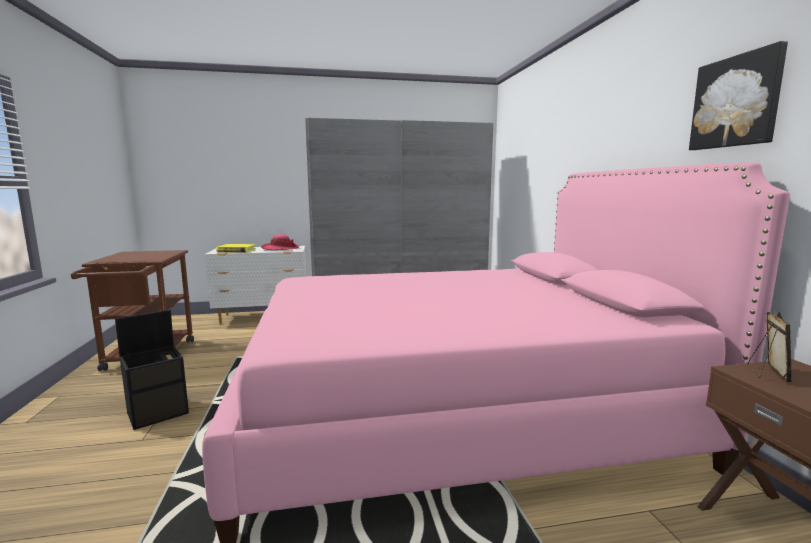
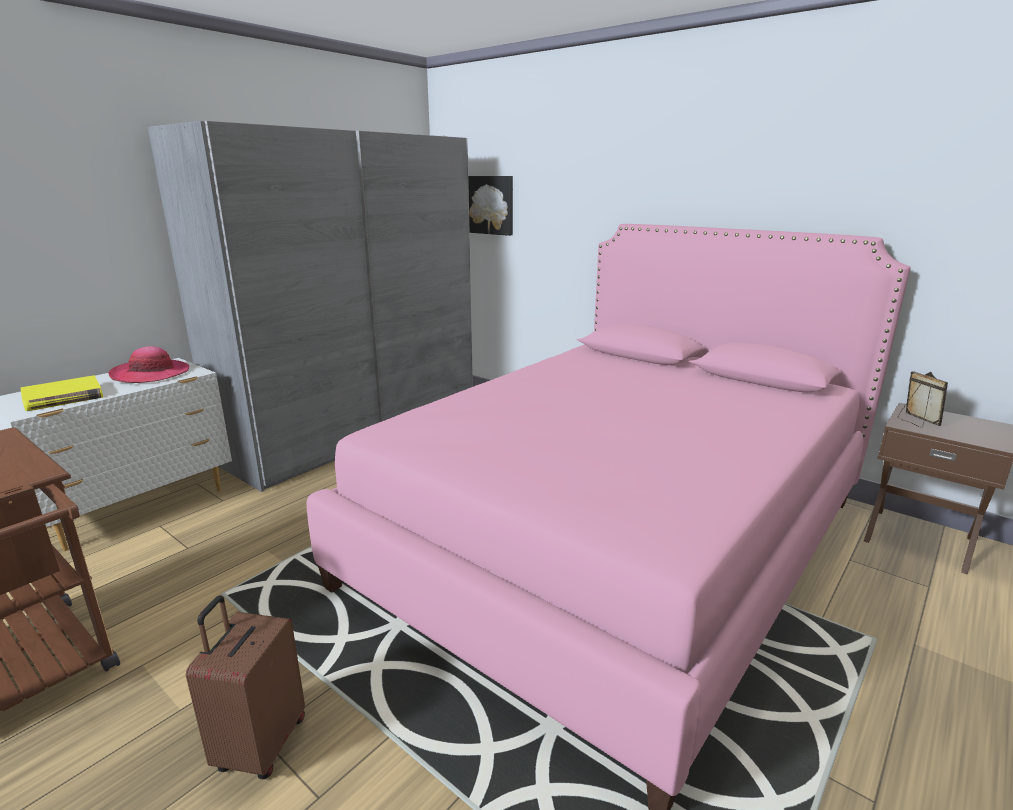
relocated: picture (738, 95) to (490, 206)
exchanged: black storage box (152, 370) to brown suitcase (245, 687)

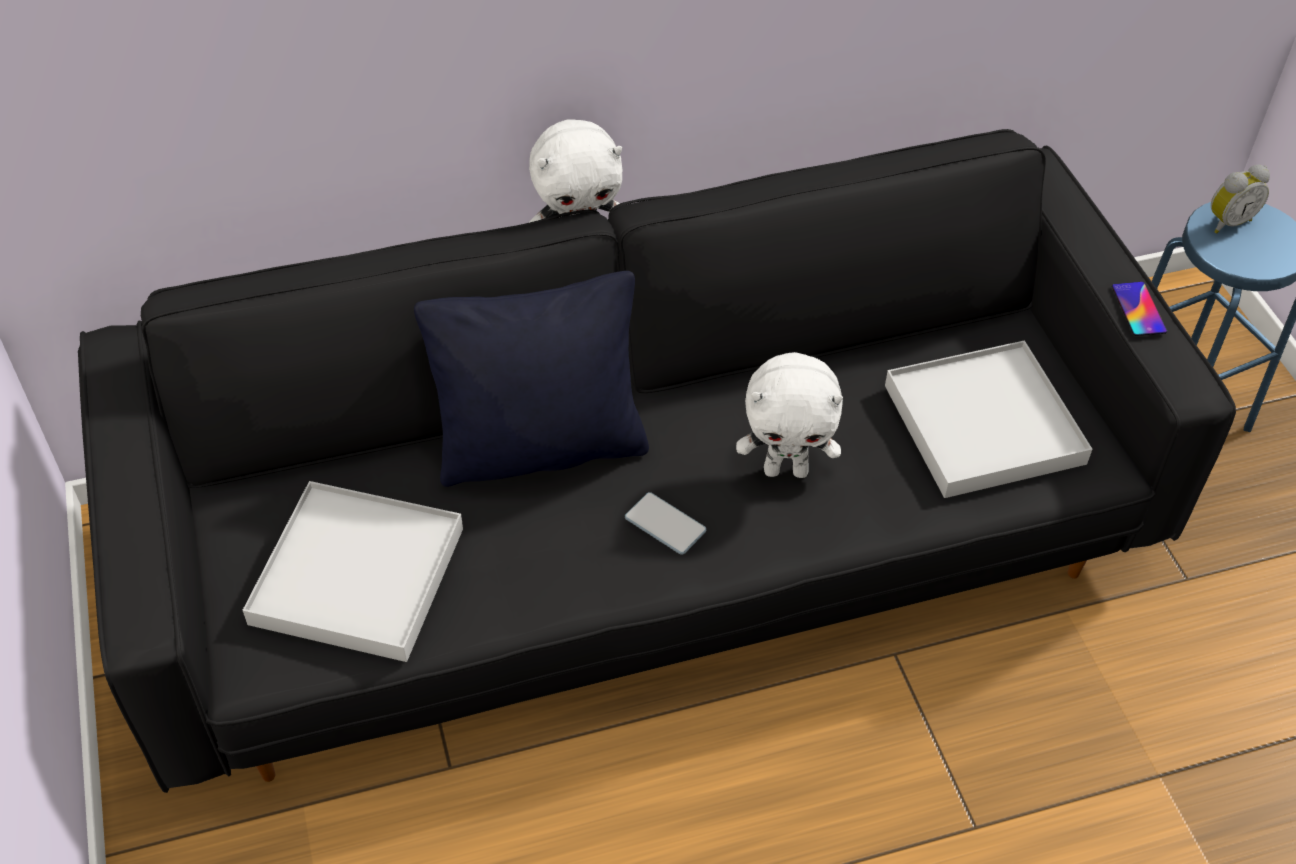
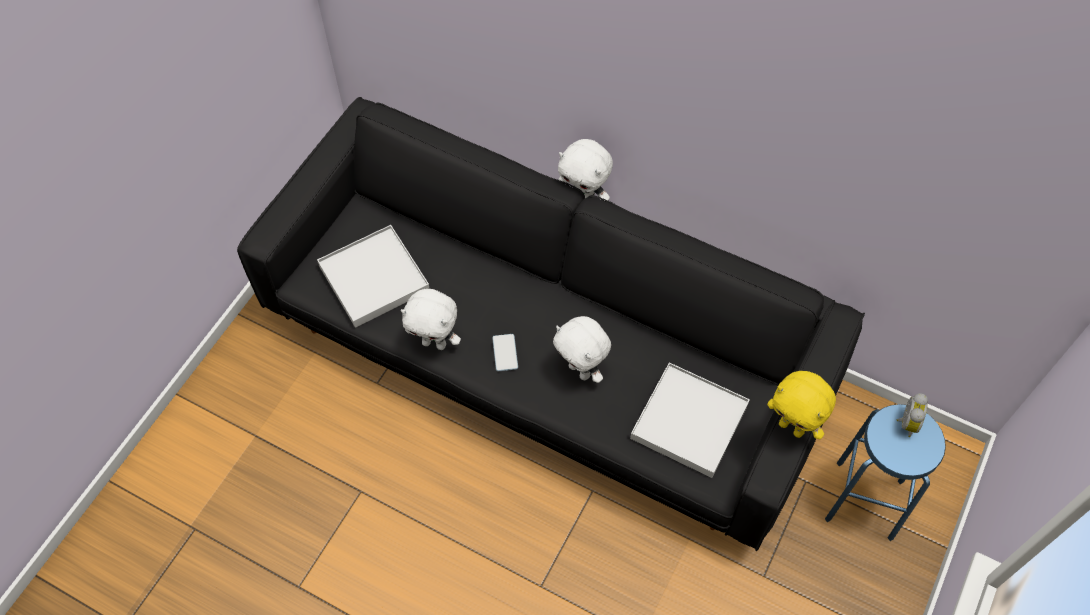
missing: black pillow (531, 379)
appeared: white plush toy (431, 319)
exchanged: phone (1139, 309) to yellow plush toy (801, 405)
spun: alarm clock (1240, 199) = (912, 415) 90 degrees counterclockwise

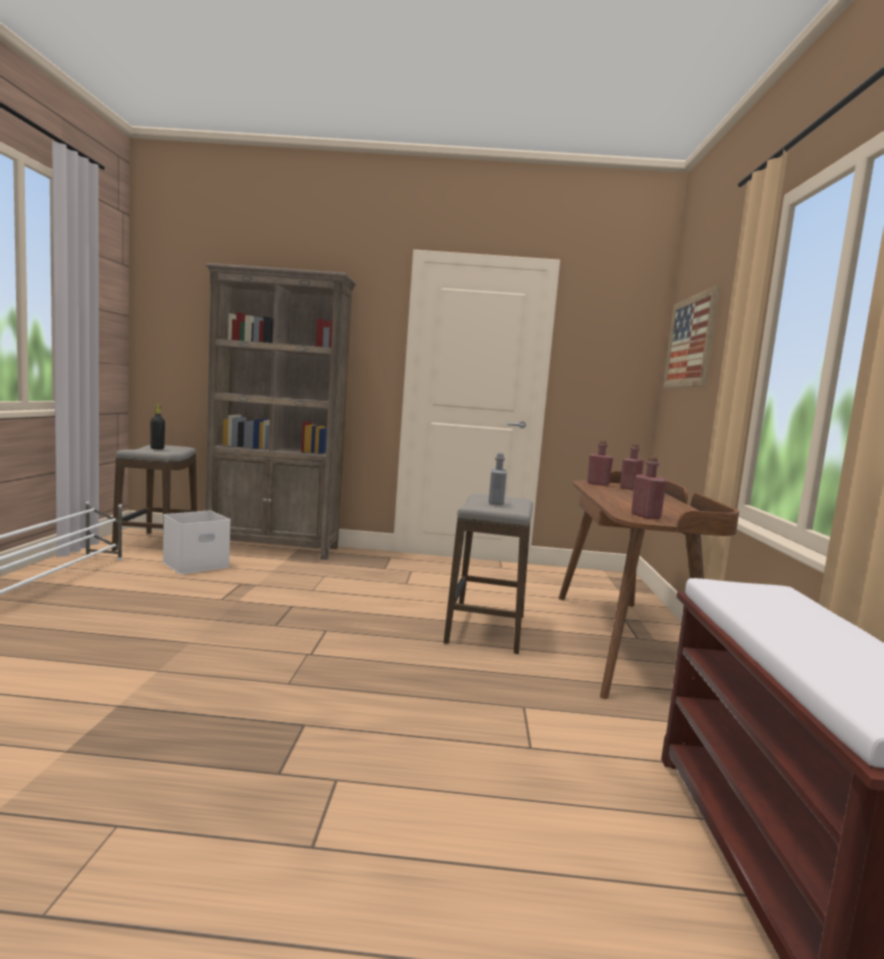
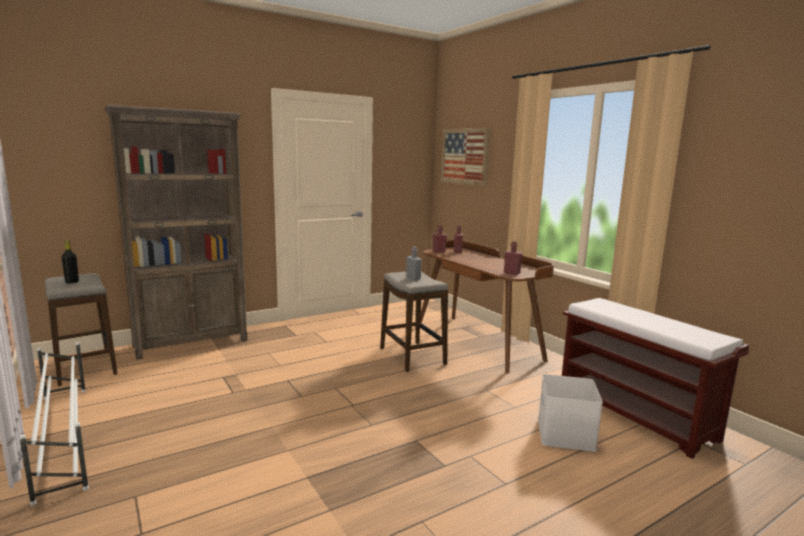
relocated: white storage box (197, 543) to (570, 413)

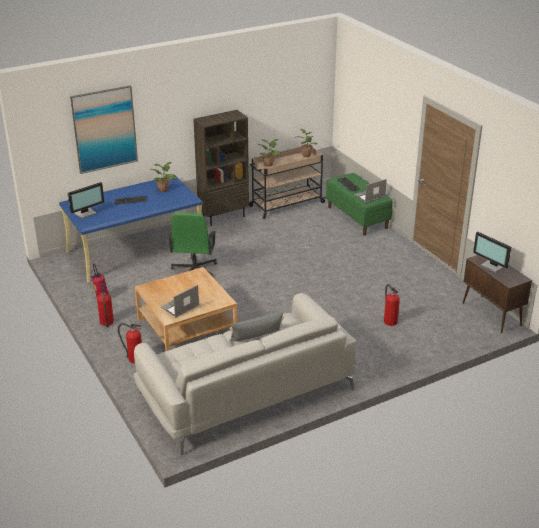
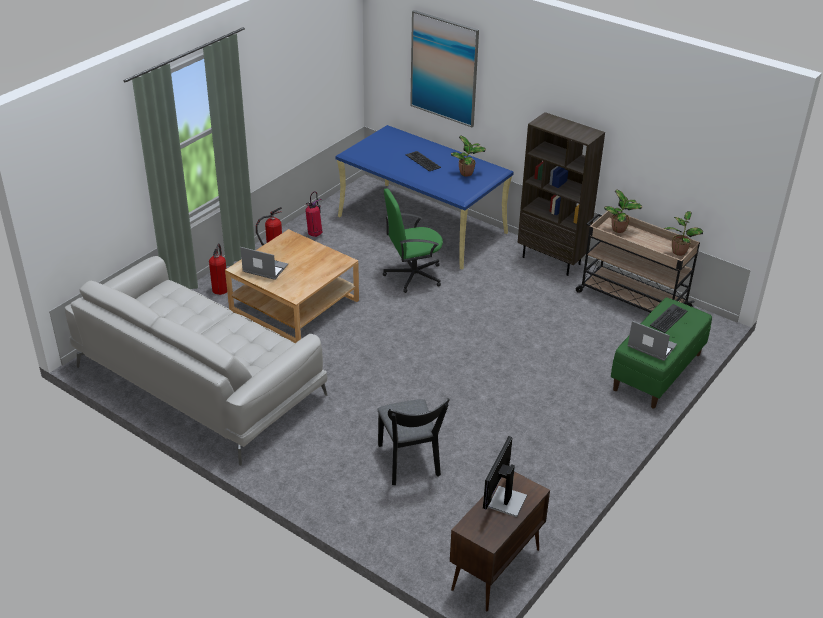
missing: monitor (86, 200); grey pillow (256, 327)
exchanged: fire extinguisher (392, 305) to black chair (413, 441)

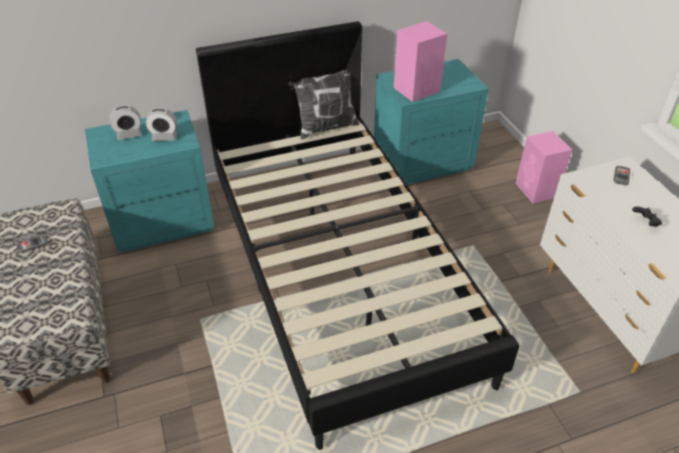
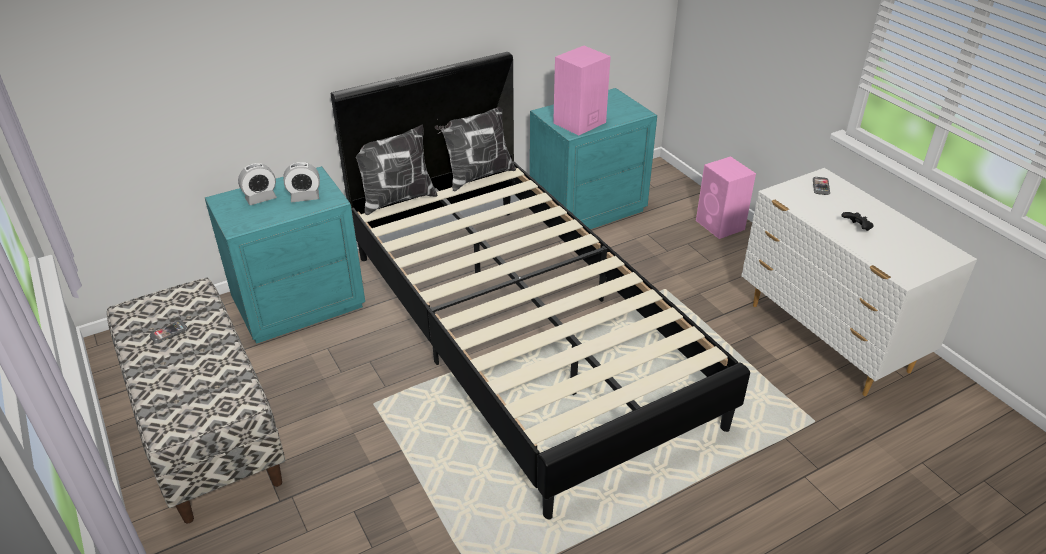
appeared: pillow (397, 169)

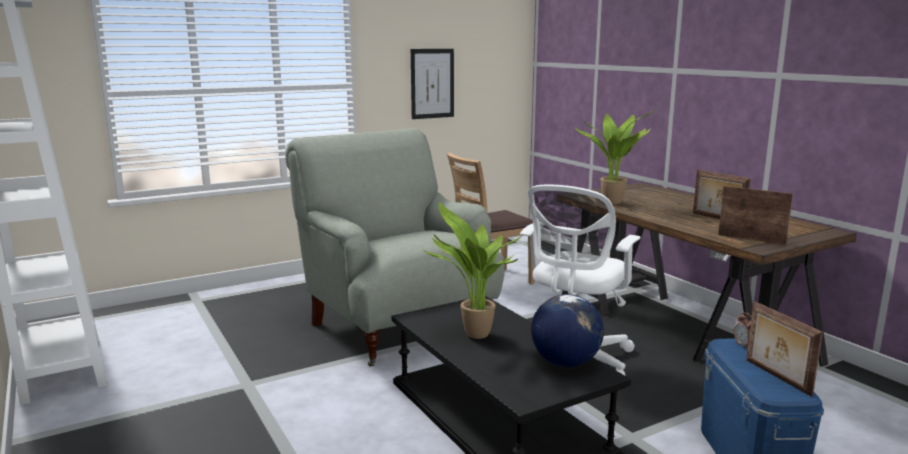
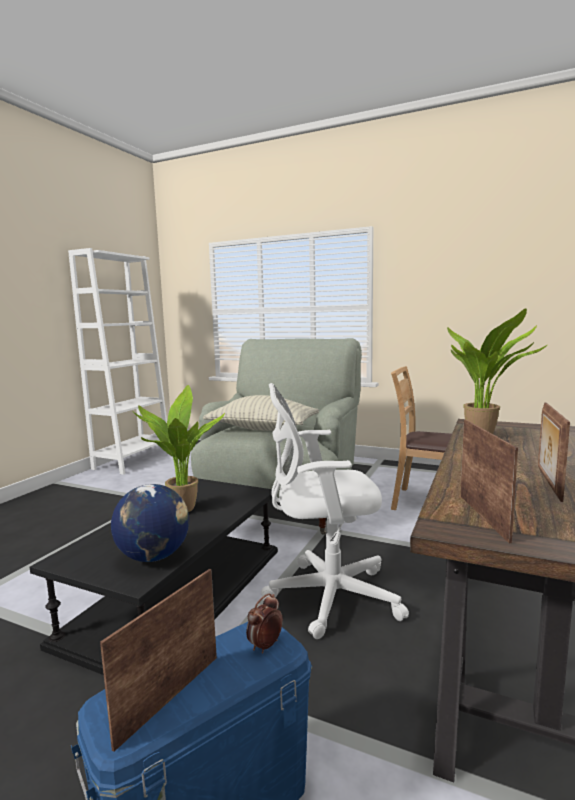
missing: picture (432, 84)
appeared: pillow (261, 413)

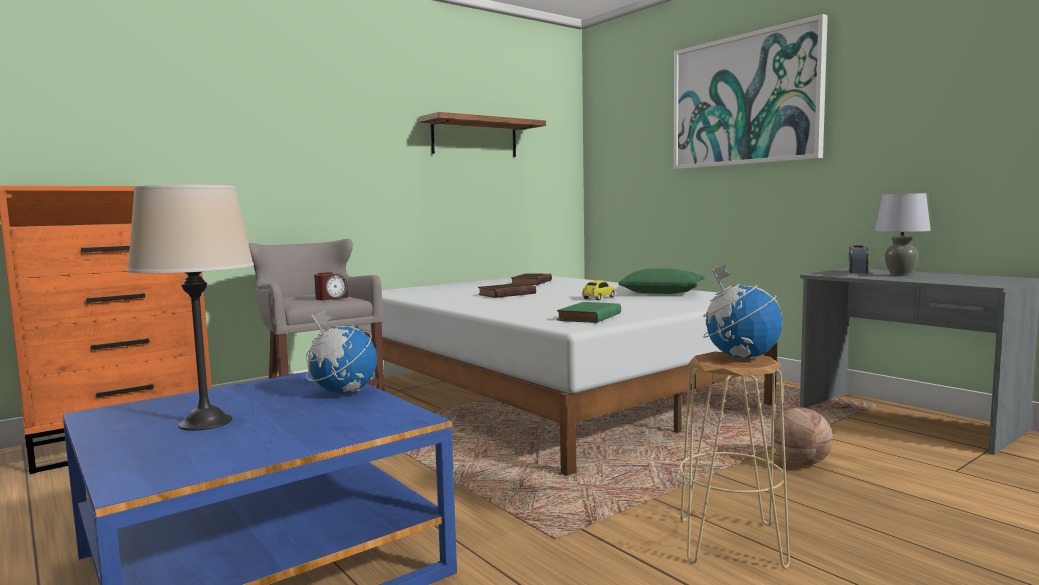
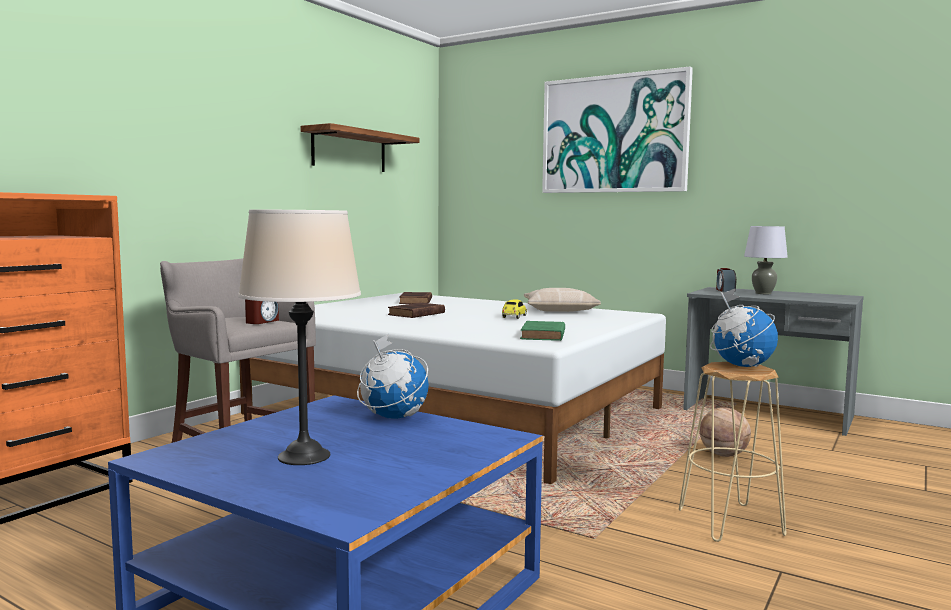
colour: green pillow (661, 281) to beige pillow (562, 300)

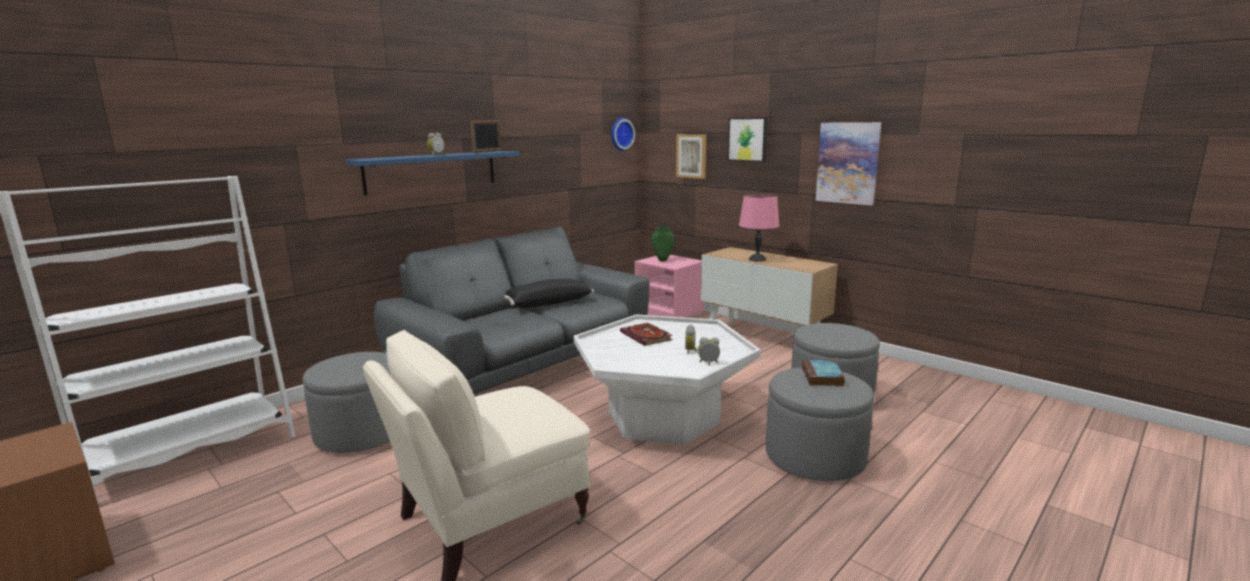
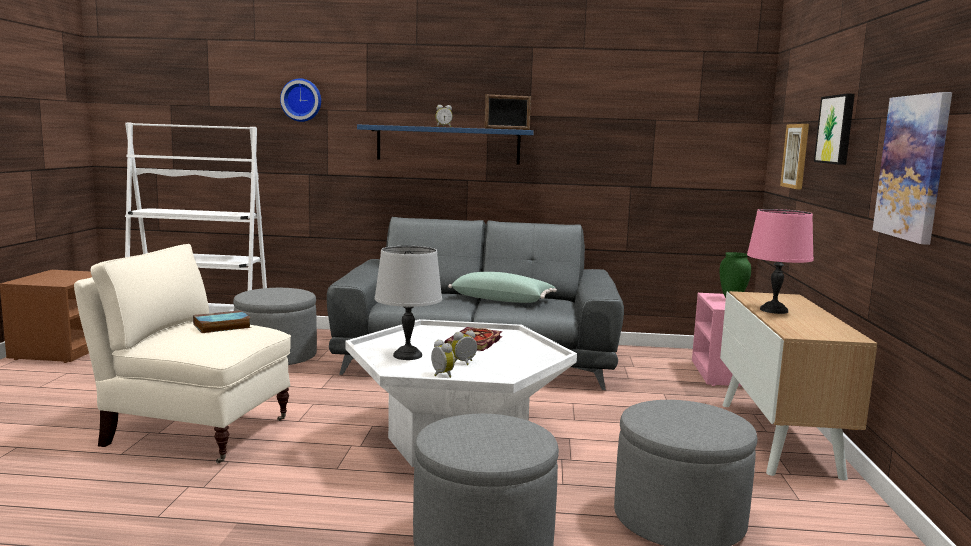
appeared: grey table lamp (408, 303)
relocated: book (823, 373) to (222, 321); wall clock (623, 134) to (300, 100)
colour: black pillow (549, 293) to green pillow (502, 287)

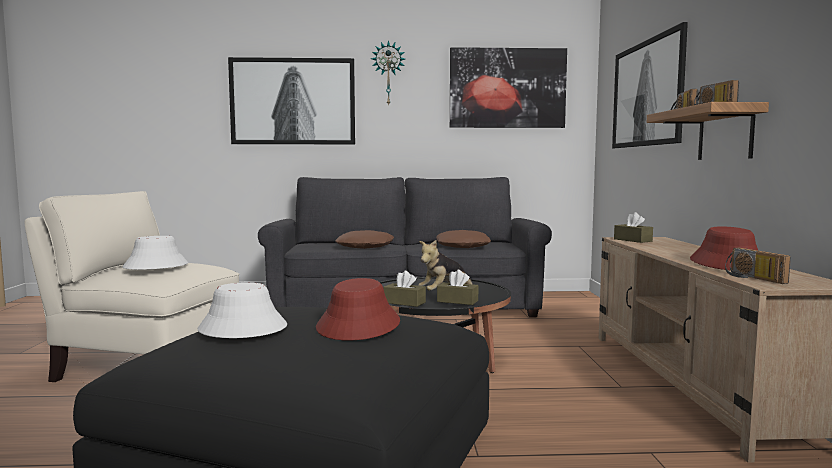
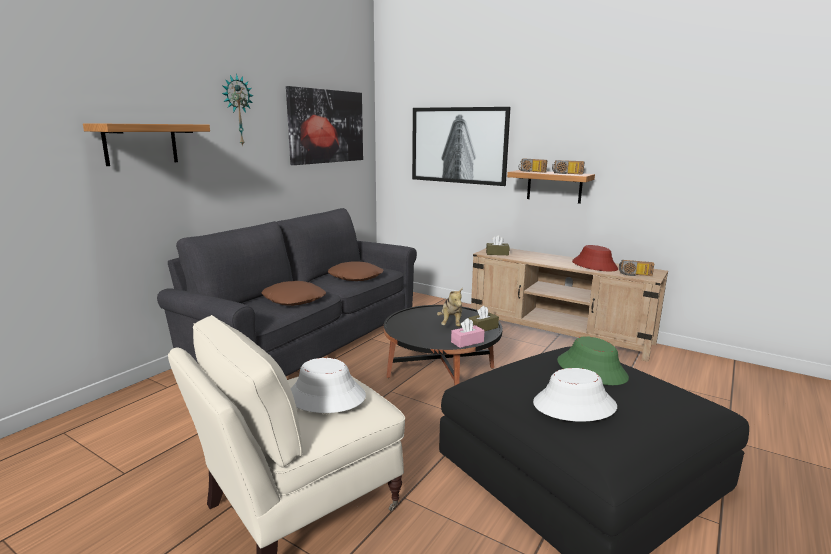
exchanged: picture (291, 100) to shelf (146, 144)
colour: brown tissue box (404, 289) to pink tissue box (468, 333); red hat (358, 309) to green hat (593, 360)

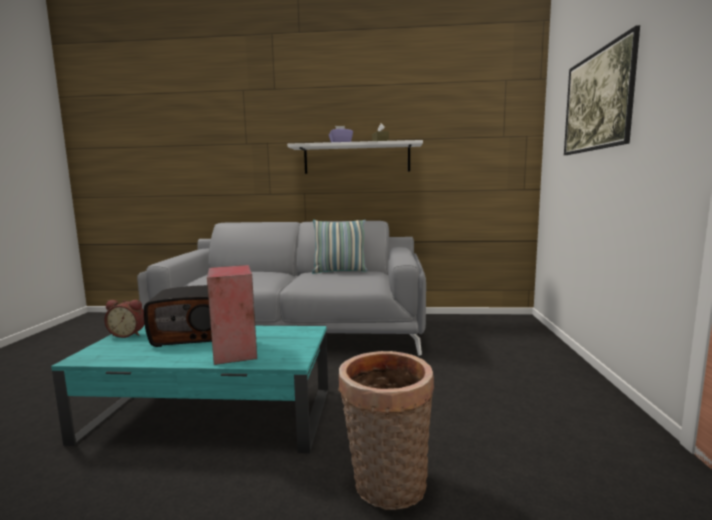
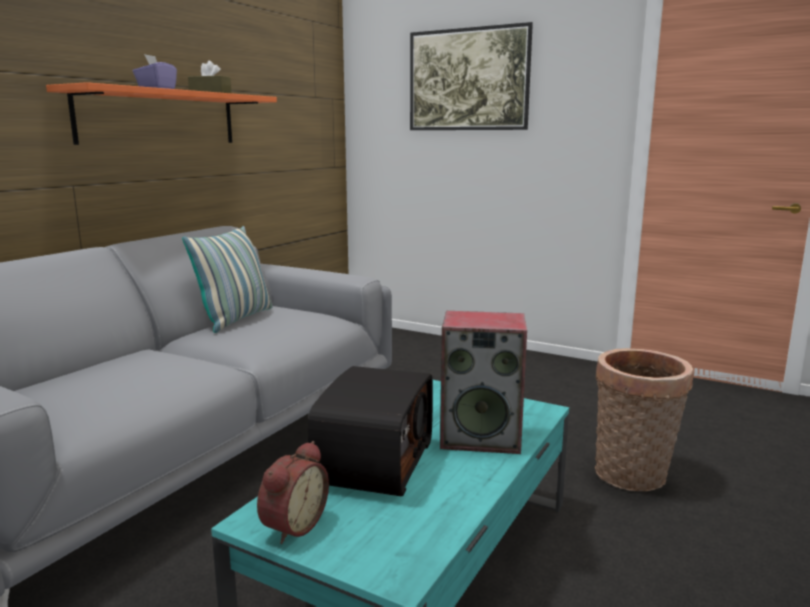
colour: white shelf (355, 157) to orange shelf (161, 113)

